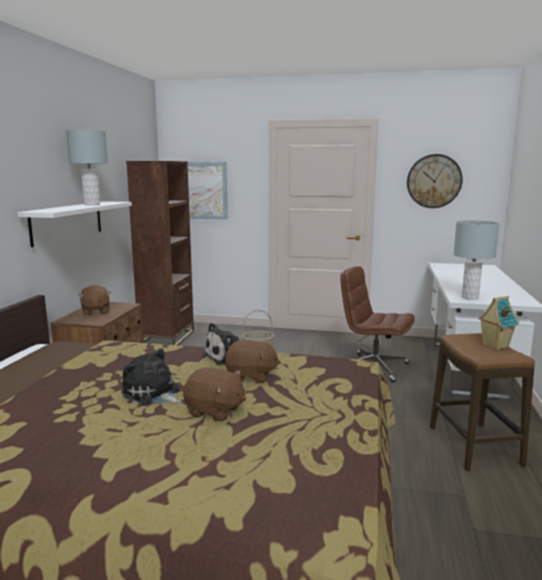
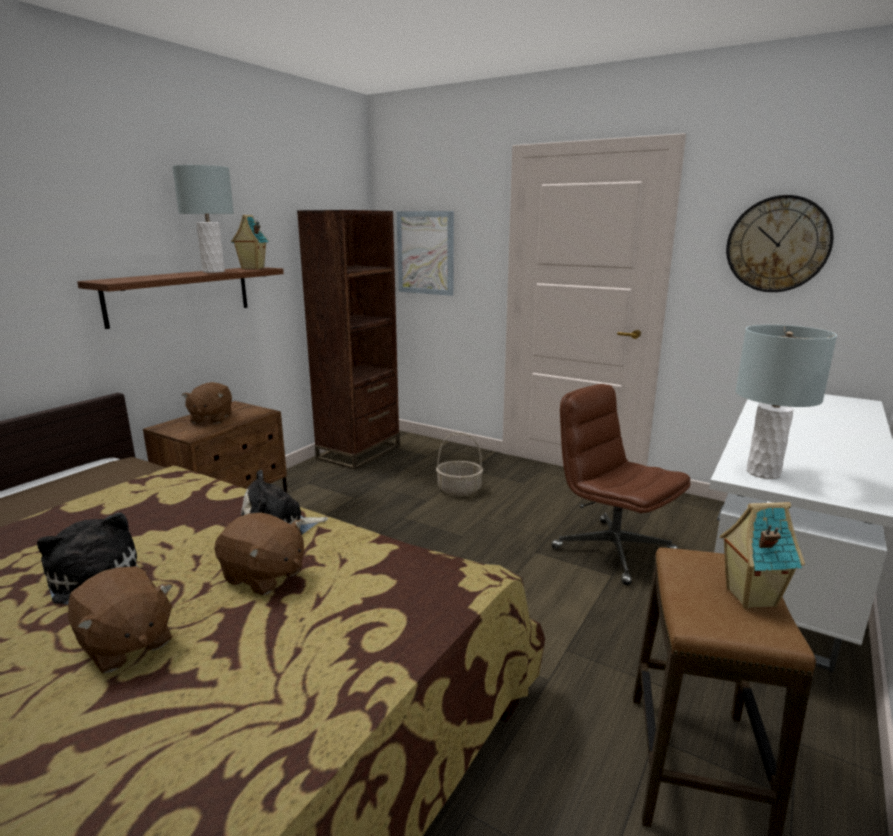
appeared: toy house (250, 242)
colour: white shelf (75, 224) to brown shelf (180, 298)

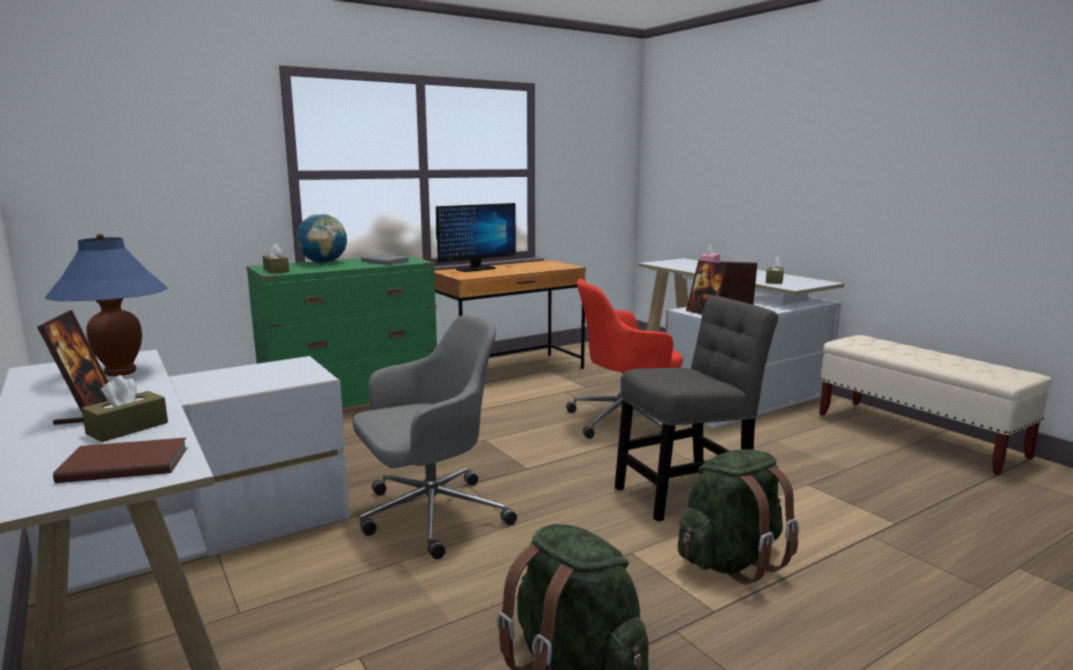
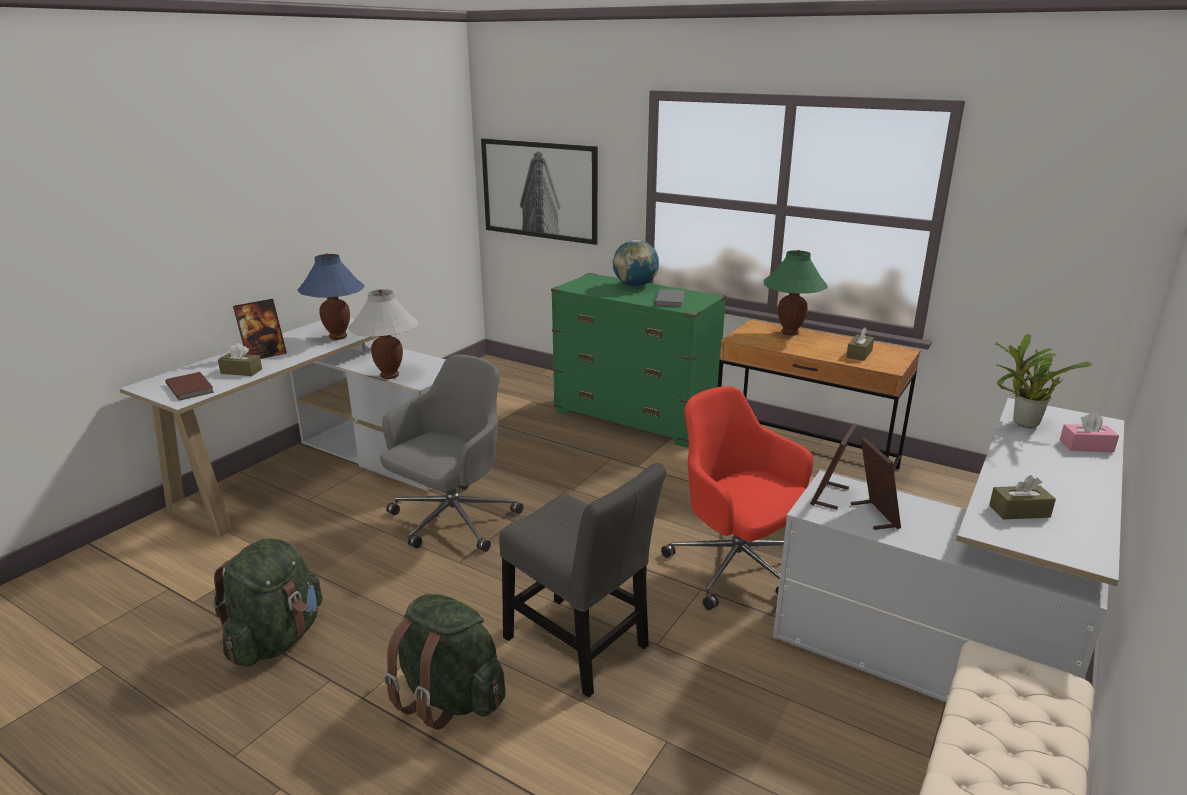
appeared: white table lamp (384, 334); picture (539, 192); potted plant (1044, 381)
relocated: brown tissue box (276, 258) to (860, 344)
exchanged: monitor (476, 237) to green table lamp (795, 293)
spun: grey office chair (435, 437) = (451, 453) 90 degrees counterclockwise

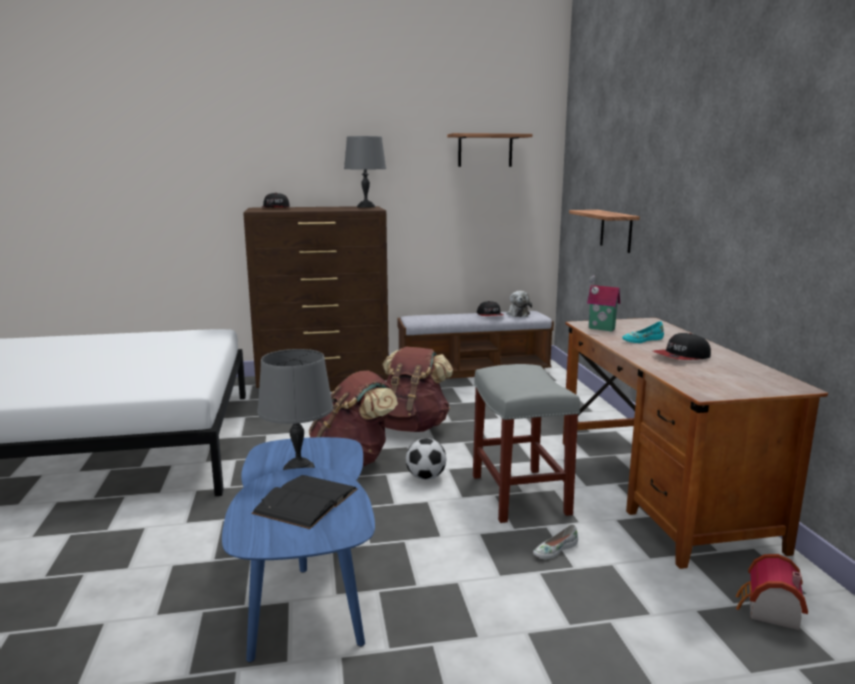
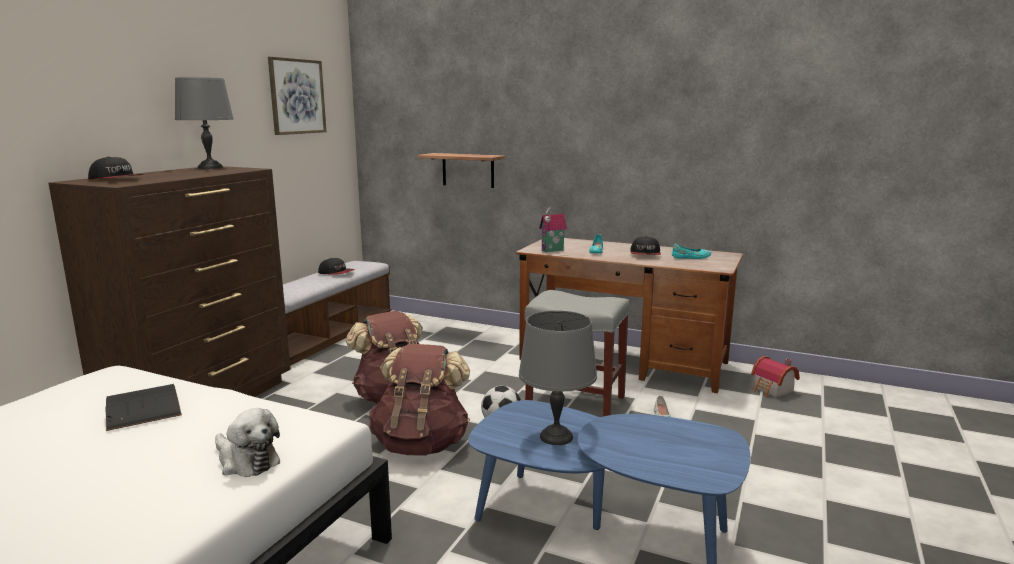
appeared: turquoise shoe (691, 251)
relocated: black book (304, 502) to (143, 407); plush toy (519, 304) to (247, 442)
exchanged: shelf (490, 150) to picture (297, 96)

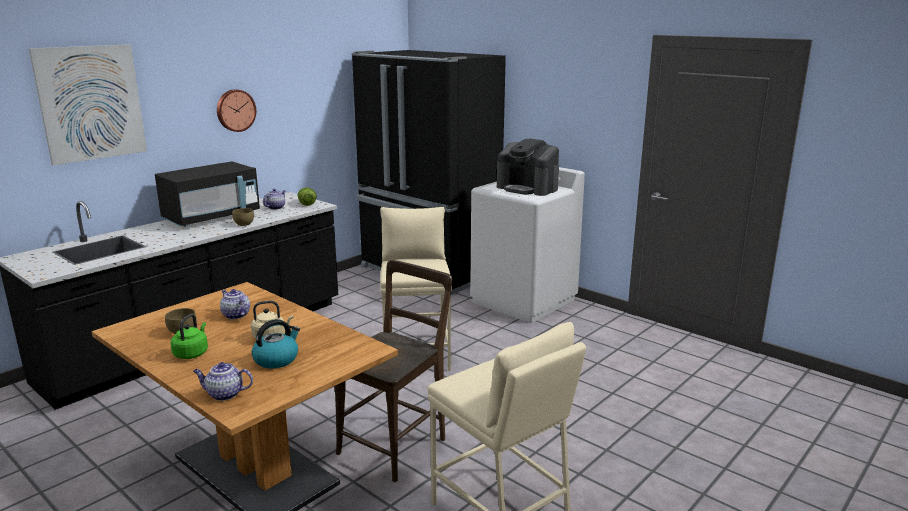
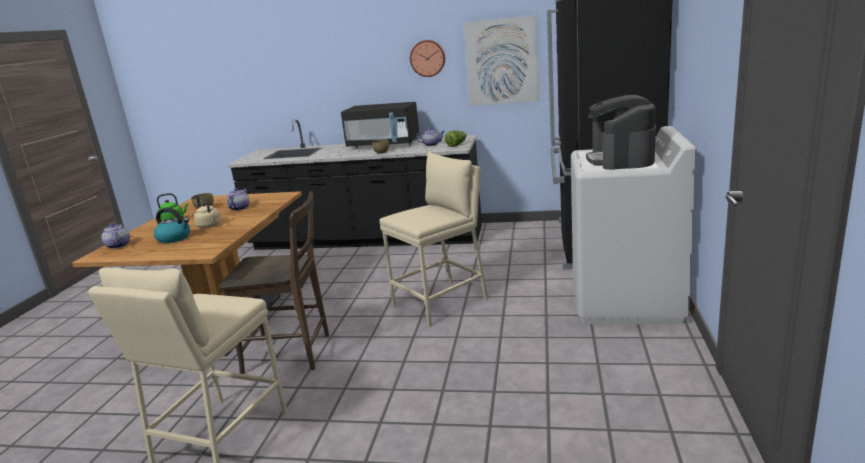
relocated: picture (88, 104) to (501, 60)

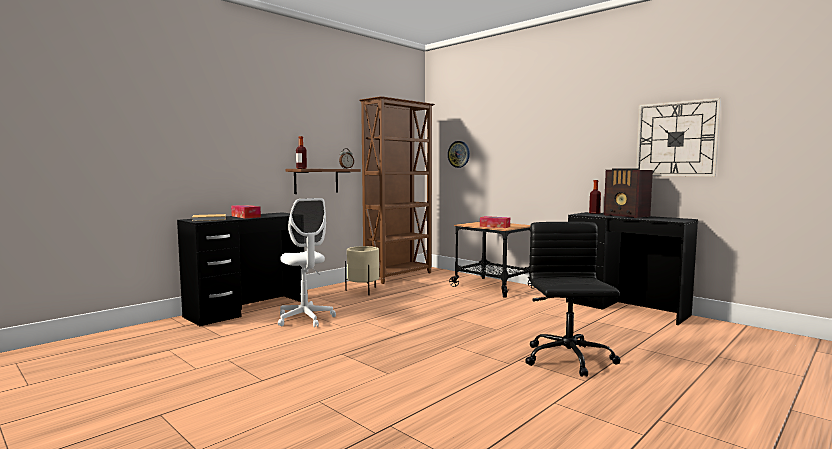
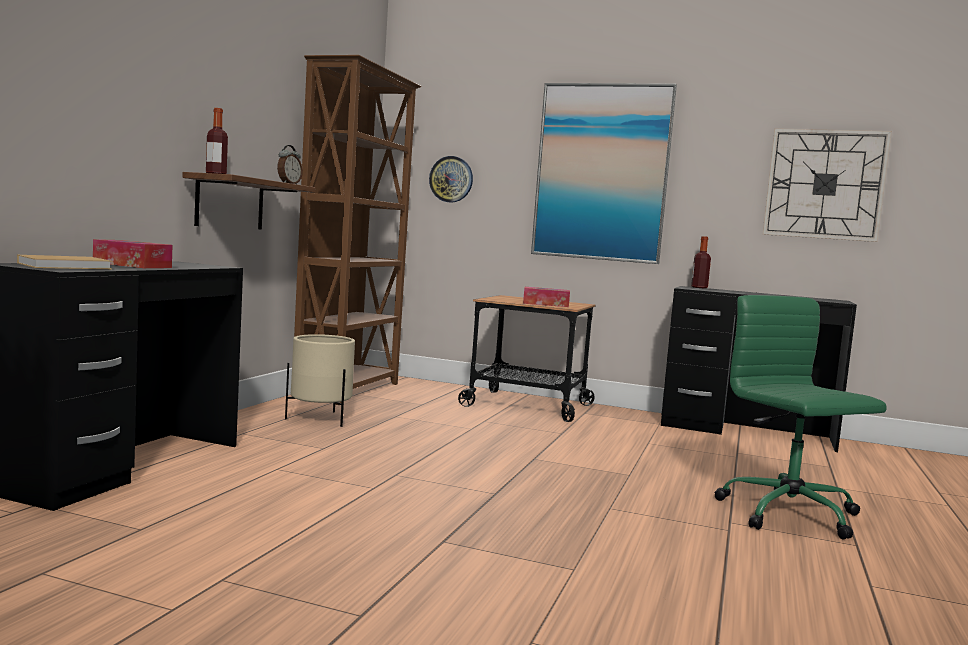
missing: white office chair (307, 262); radio (628, 193)
appeared: picture (604, 173)
colour: black office chair (573, 299) to green office chair (801, 417)

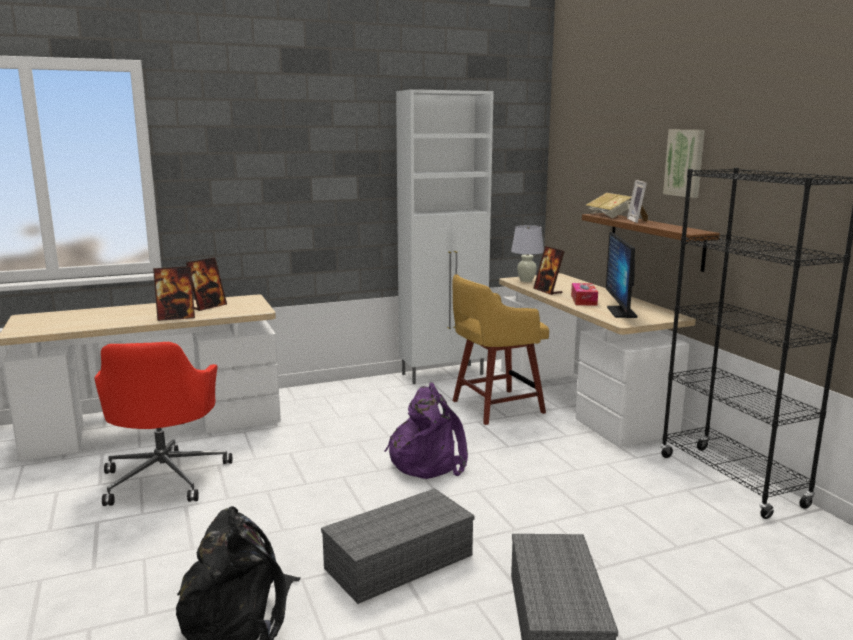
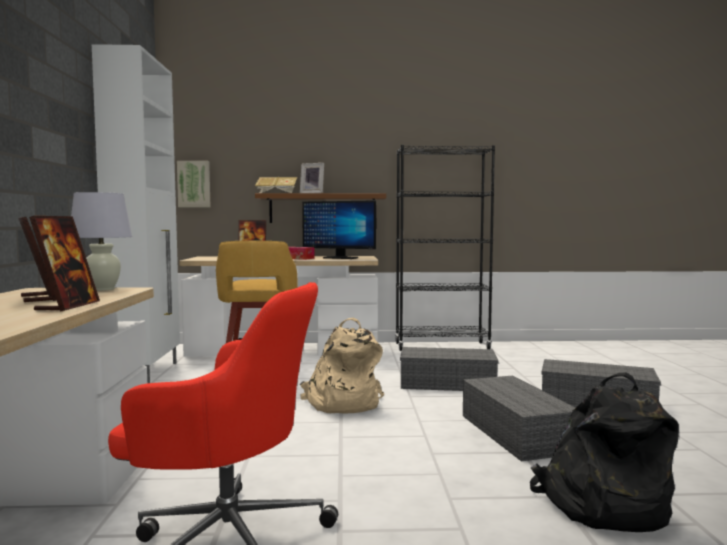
appeared: grey storage box (449, 369)
relocated: white table lamp (527, 253) to (101, 241); picture (684, 164) to (193, 184)
colour: purple backpack (426, 431) to beige backpack (342, 365)

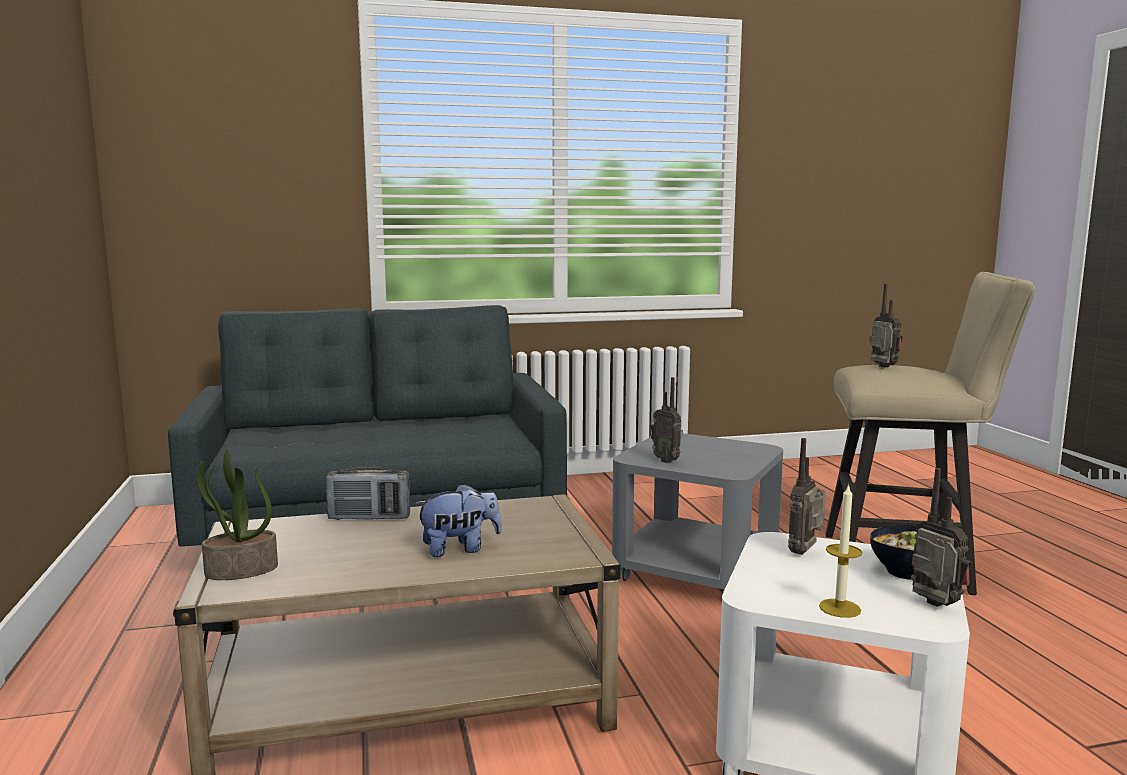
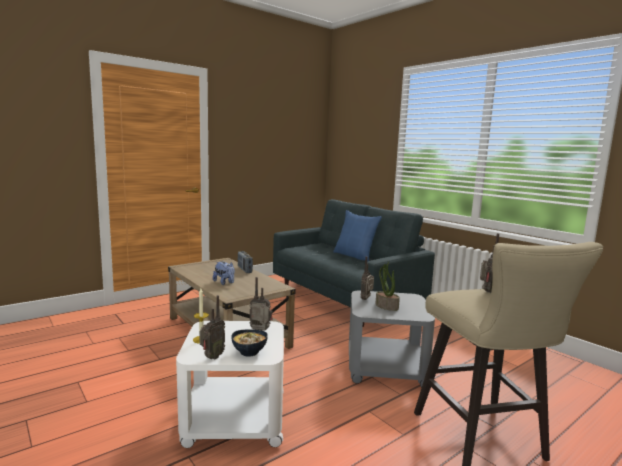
appeared: blue pillow (357, 236)
relocated: potted plant (237, 514) to (387, 286)

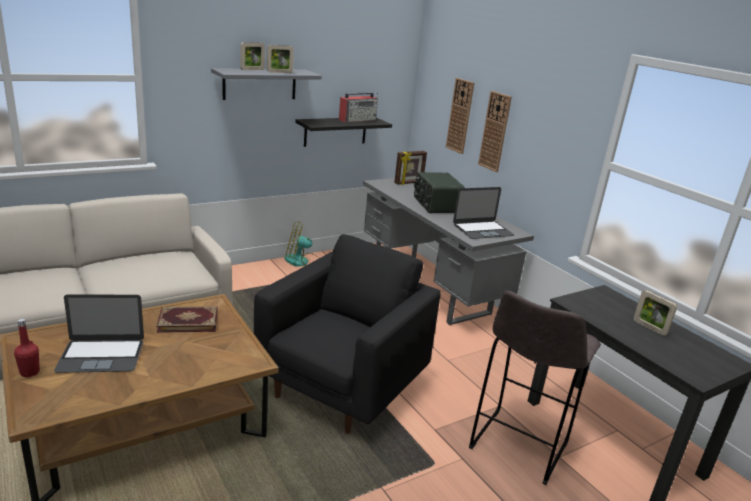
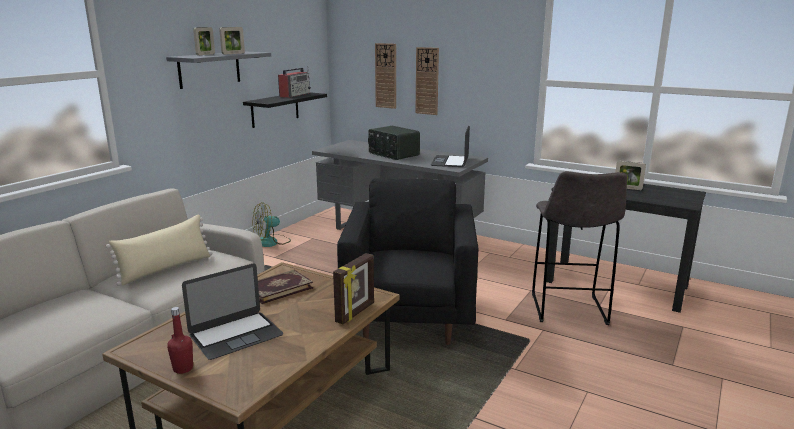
appeared: beige pillow (159, 250)
relocated: picture frame (410, 168) to (353, 288)
spun: laptop (483, 213) = (450, 146) 150 degrees clockwise

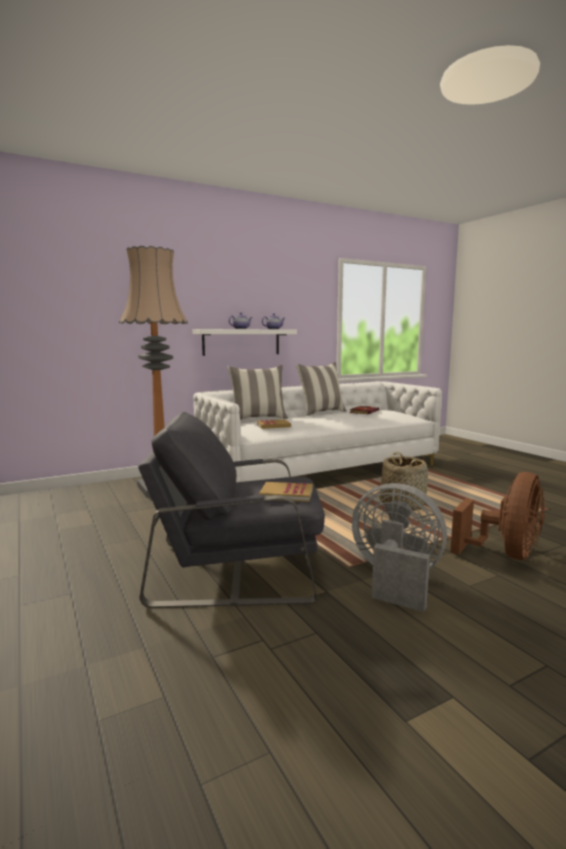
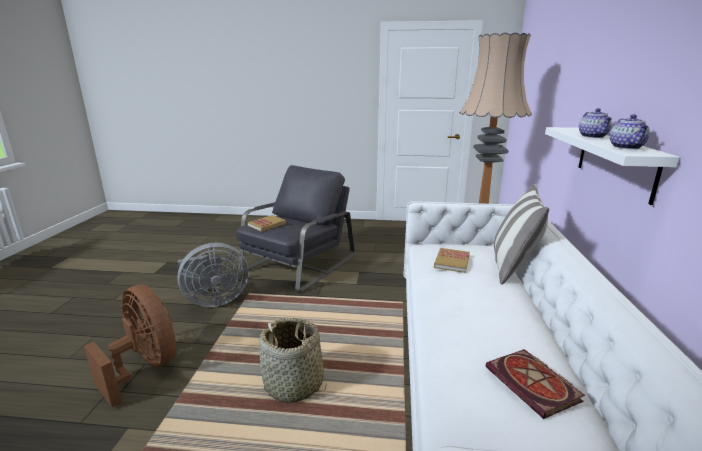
missing: pillow (320, 389)
spun: brown fan (497, 516) = (130, 345) 150 degrees clockwise

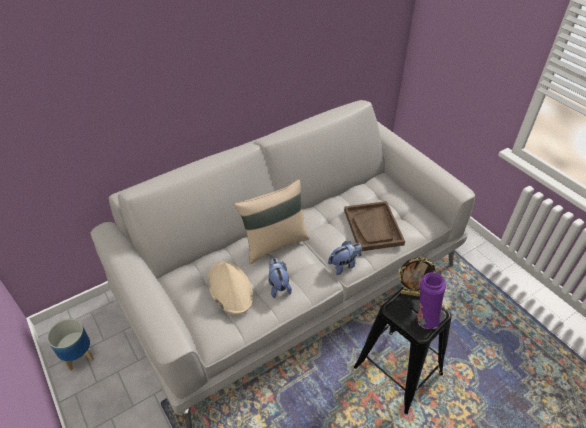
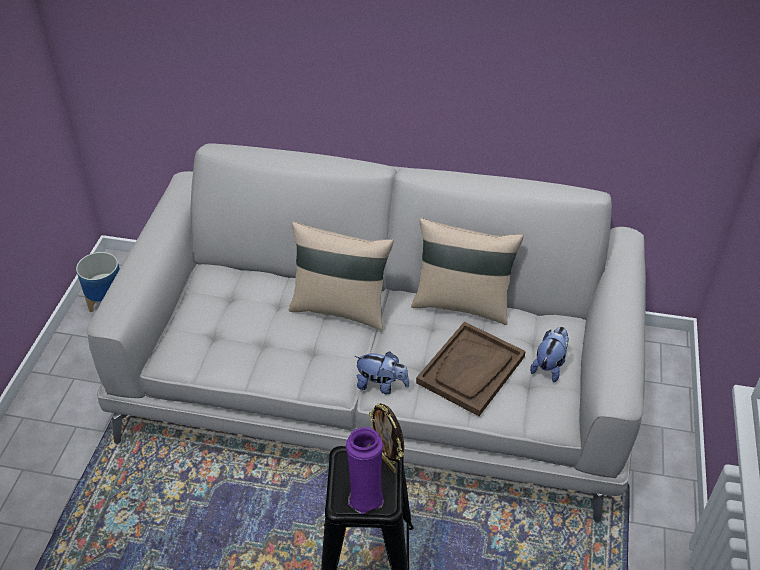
missing: beige hat (230, 288)
appeared: beige pillow (467, 271)
relocated: plush toy (280, 278) to (549, 355)

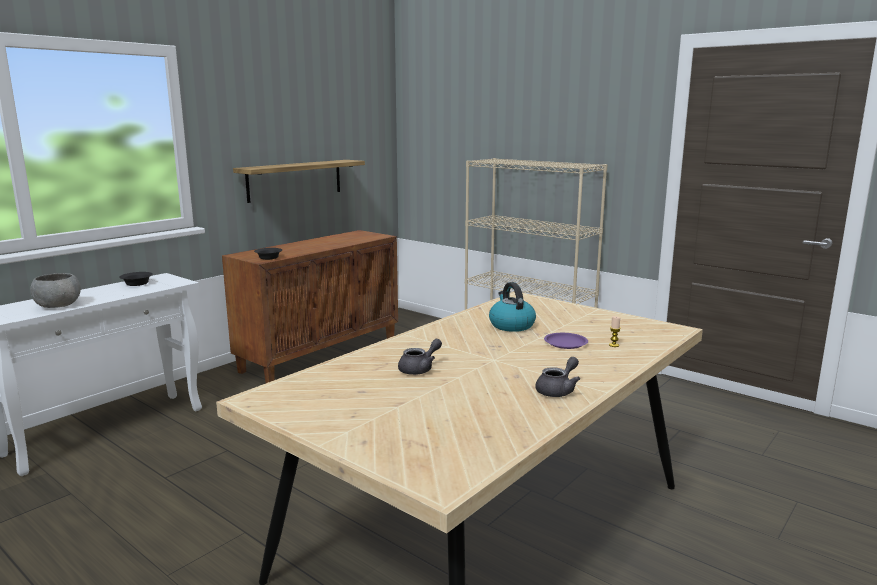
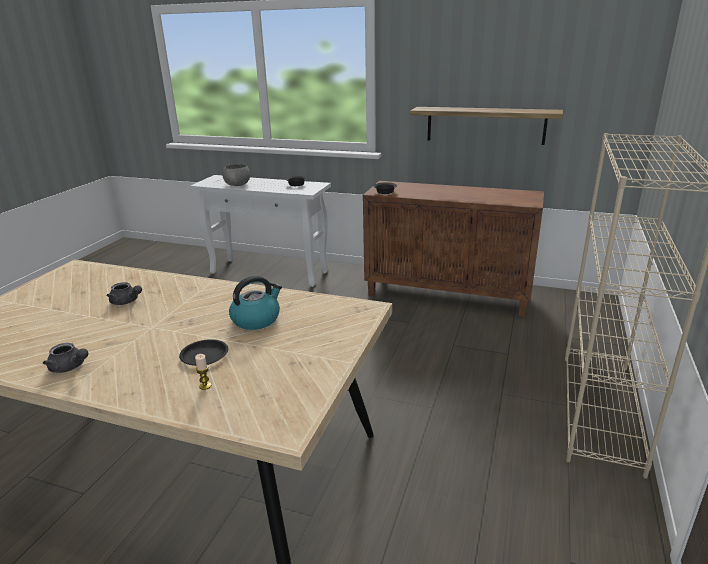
colour: purple plate (566, 341) to black plate (203, 352)

